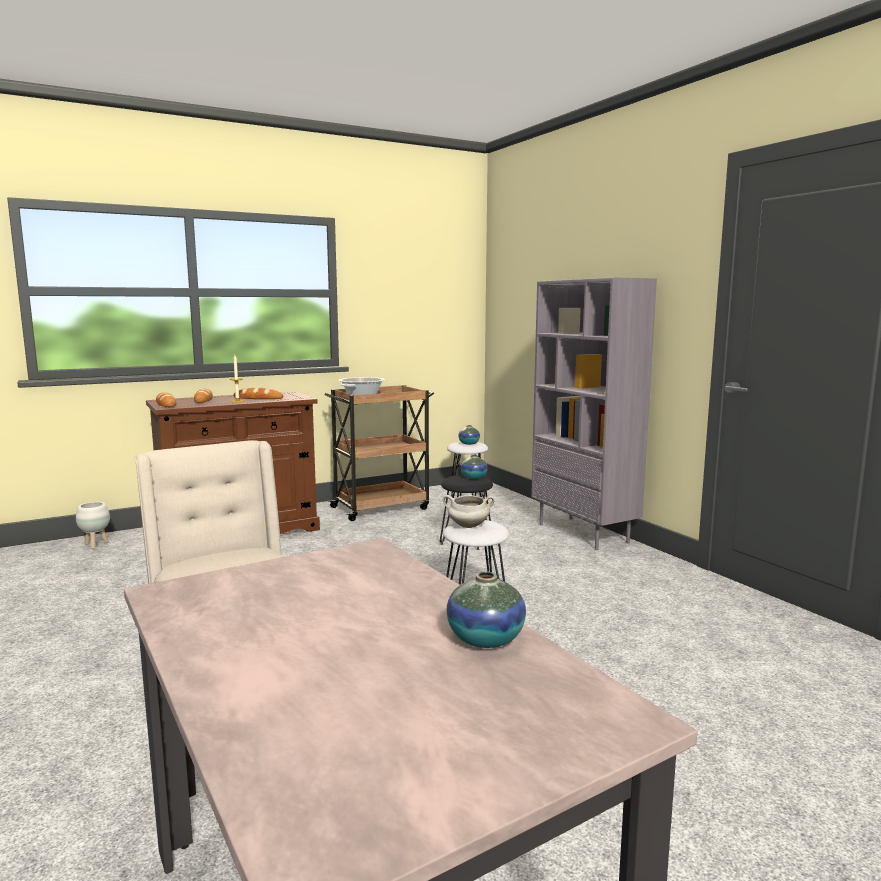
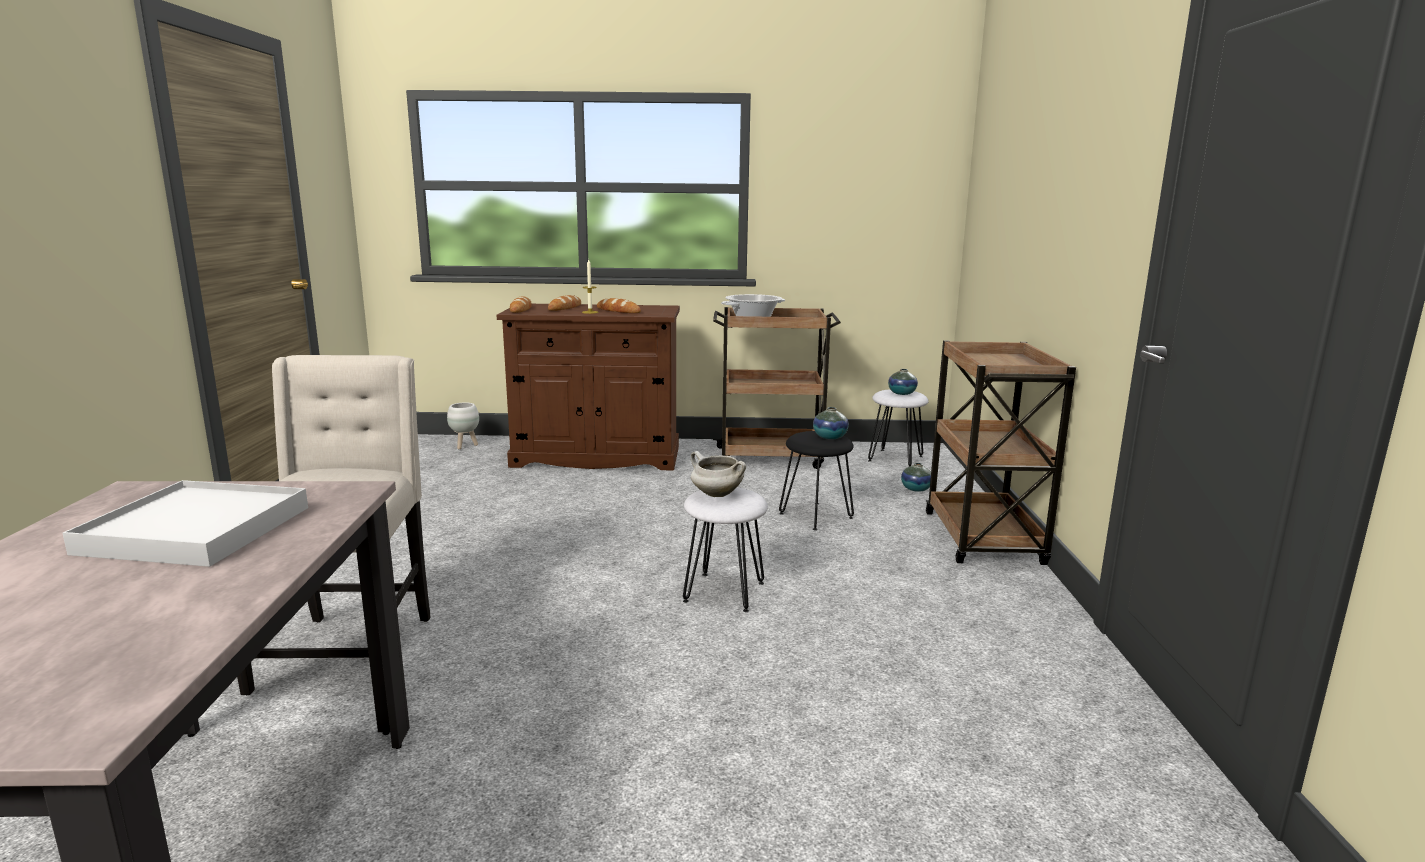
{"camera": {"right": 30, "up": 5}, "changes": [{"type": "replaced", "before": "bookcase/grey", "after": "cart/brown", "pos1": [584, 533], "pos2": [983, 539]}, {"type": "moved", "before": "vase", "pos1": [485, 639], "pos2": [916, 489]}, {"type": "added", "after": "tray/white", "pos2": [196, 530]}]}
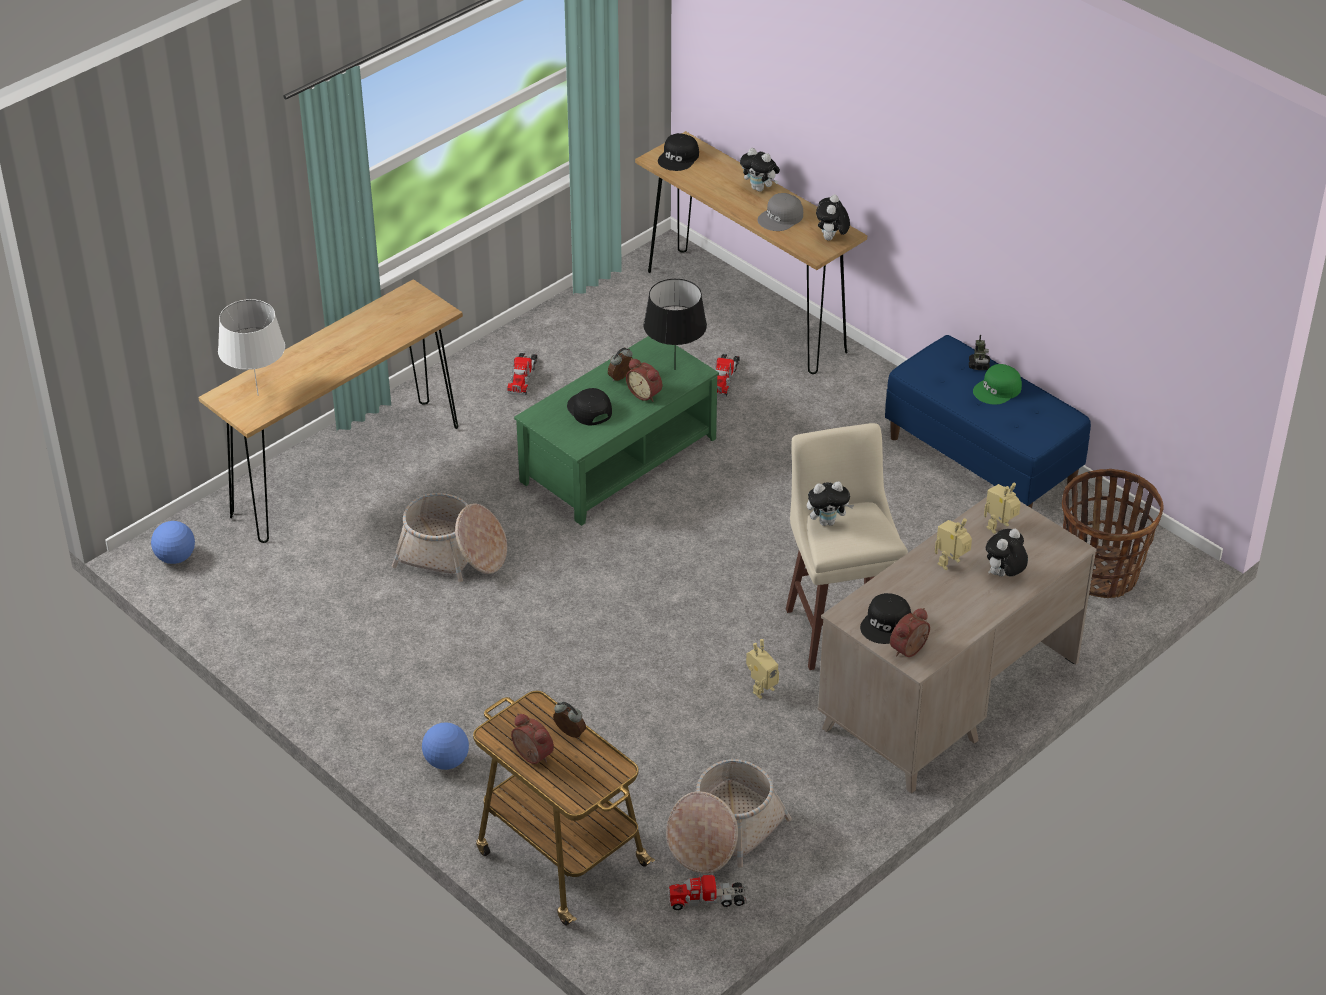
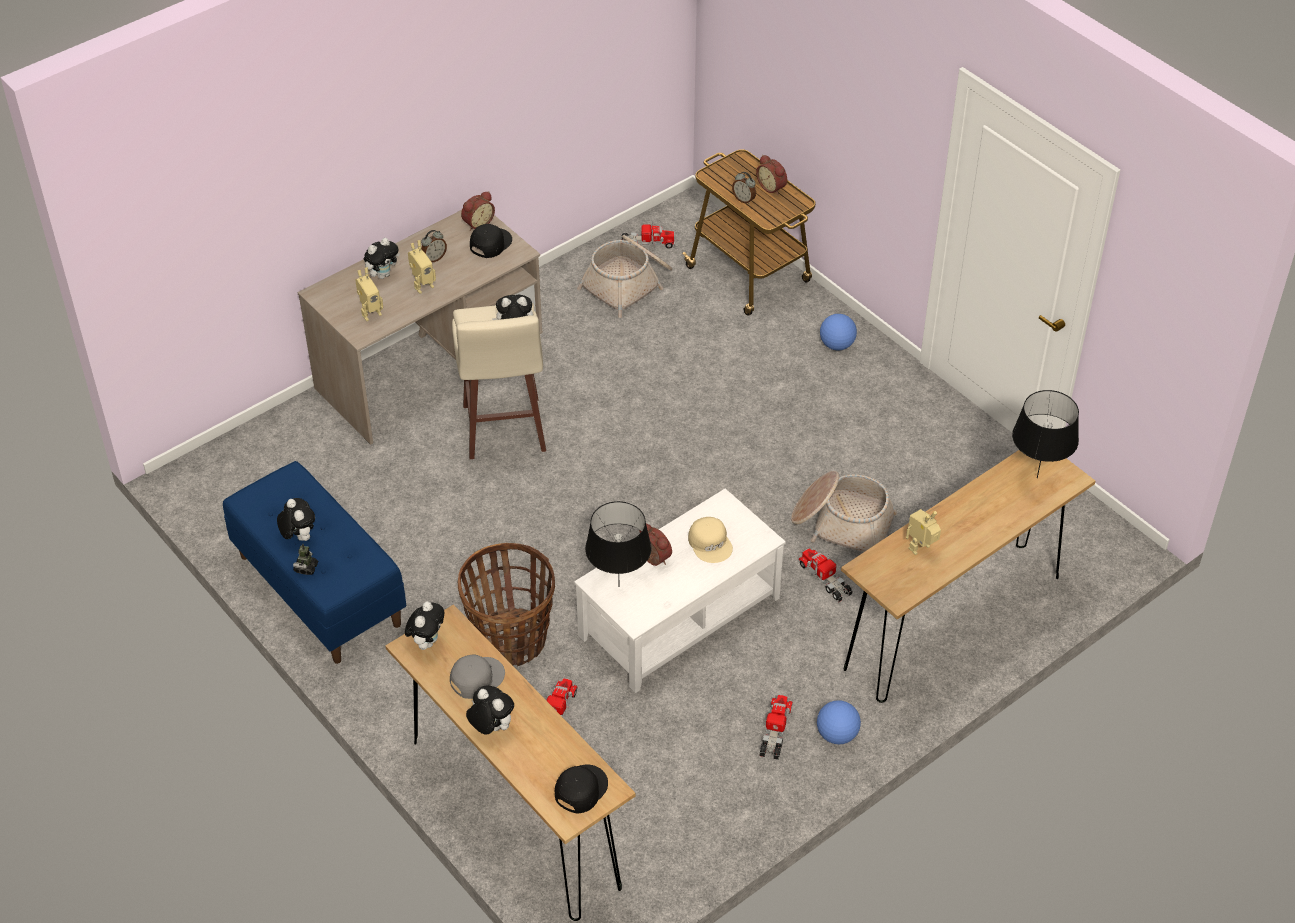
{"camera": {"right": -175, "up": 5}, "changes": [{"type": "recoloured", "before": "table lamp/white", "after": "table lamp/black", "pos1": [258, 395], "pos2": [1036, 477]}, {"type": "recoloured", "before": "coffee table/green", "after": "coffee table/white", "pos1": [619, 461], "pos2": [679, 615]}, {"type": "moved", "before": "alarm clock", "pos1": [621, 378], "pos2": [434, 258]}, {"type": "replaced", "before": "cap/green", "after": "plush toy", "pos1": [998, 390], "pos2": [299, 537]}, {"type": "recoloured", "before": "cap/black", "after": "cap/beige", "pos1": [588, 410], "pos2": [711, 543]}, {"type": "moved", "before": "basket", "pos1": [1100, 573], "pos2": [511, 640]}, {"type": "moved", "before": "football", "pos1": [175, 558], "pos2": [837, 735]}, {"type": "moved", "before": "toy robot", "pos1": [761, 689], "pos2": [921, 549]}, {"type": "added", "after": "toy truck", "pos2": [825, 579]}]}
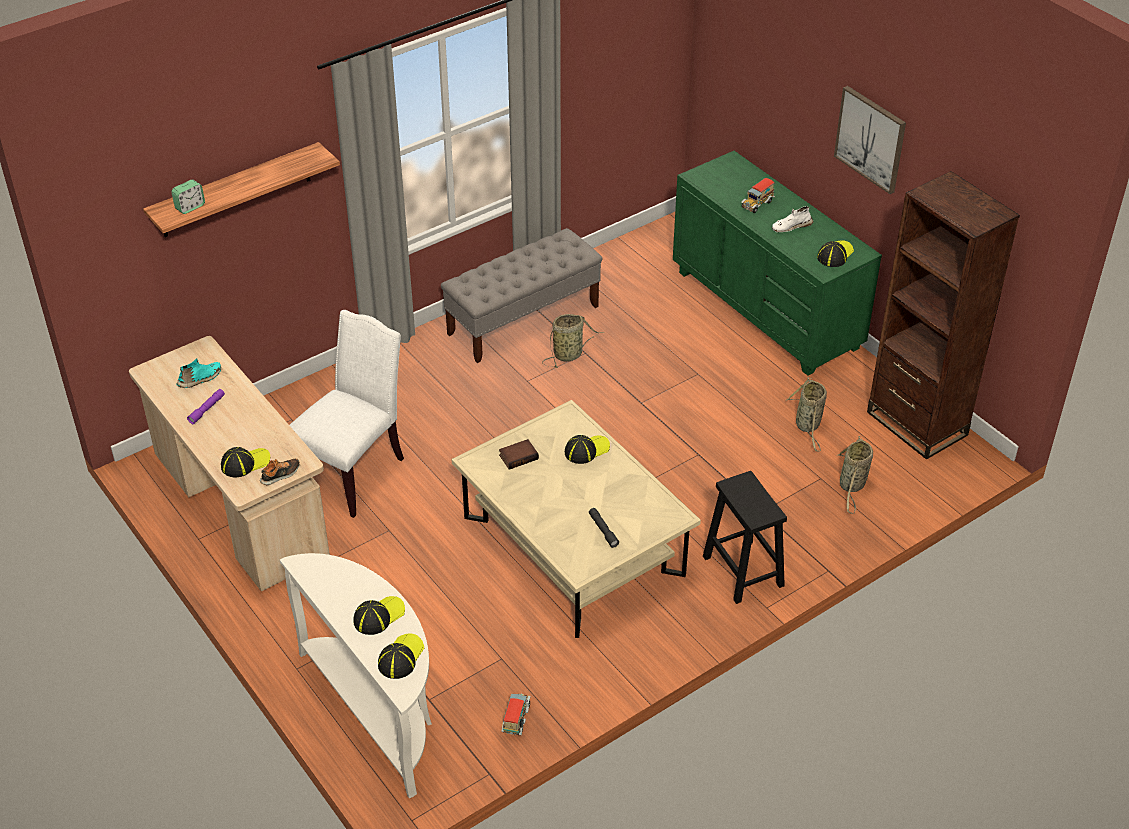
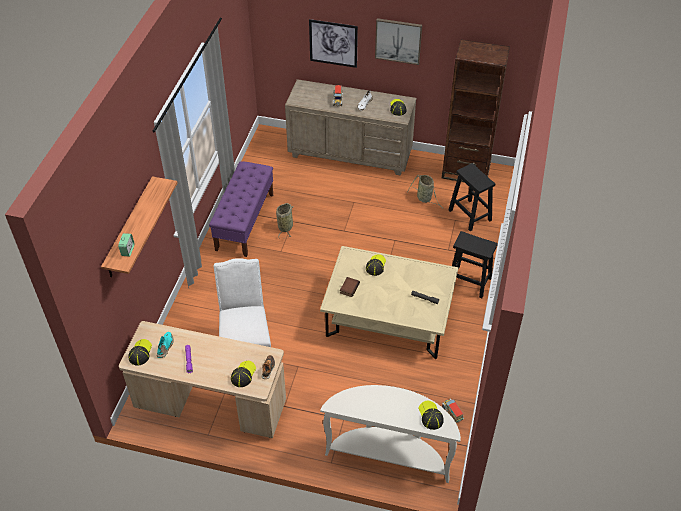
{"camera": {"right": -40, "up": 5}, "changes": [{"type": "recoloured", "before": "dresser/green", "after": "dresser/beige", "pos1": [766, 310], "pos2": [350, 154]}, {"type": "recoloured", "before": "bench/grey", "after": "bench/purple", "pos1": [523, 319], "pos2": [245, 221]}, {"type": "replaced", "before": "basket", "after": "stool/black", "pos1": [852, 486], "pos2": [470, 215]}, {"type": "moved", "before": "cap", "pos1": [378, 616], "pos2": [140, 353]}, {"type": "added", "after": "picture", "pos2": [333, 43]}]}
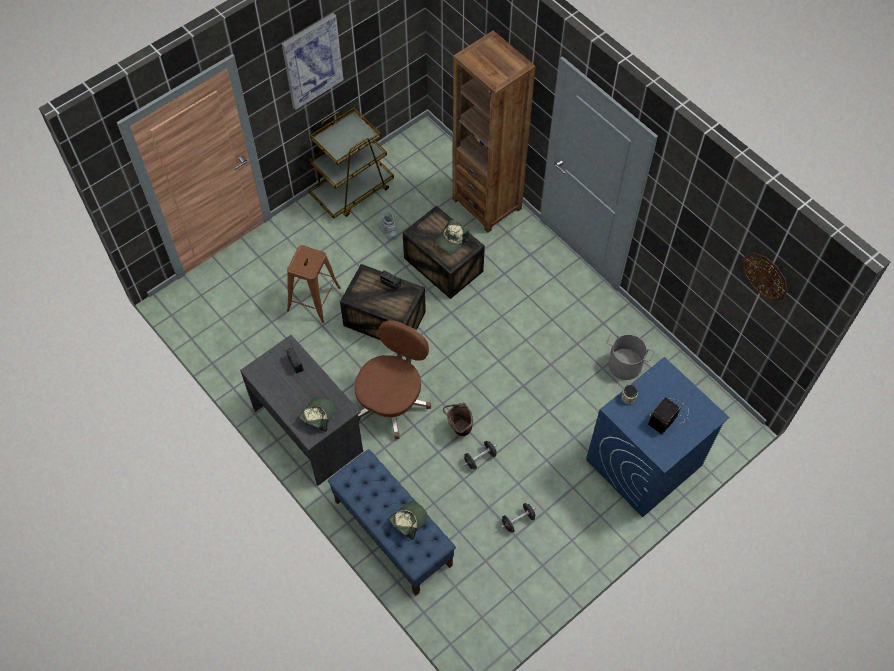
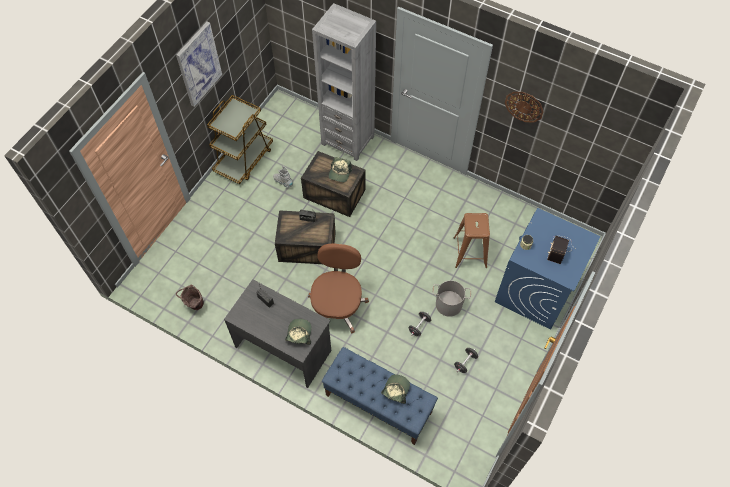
{"camera": {"right": -20, "up": 0}, "changes": [{"type": "recoloured", "before": "bookcase/brown", "after": "bookcase/grey", "pos1": [487, 204], "pos2": [348, 140]}, {"type": "moved", "before": "stool/brown", "pos1": [313, 299], "pos2": [470, 252]}, {"type": "moved", "before": "wall clock", "pos1": [765, 276], "pos2": [524, 106]}, {"type": "moved", "before": "bucket/grey", "pos1": [624, 365], "pos2": [448, 304]}, {"type": "moved", "before": "bucket/brown", "pos1": [458, 429], "pos2": [194, 305]}]}
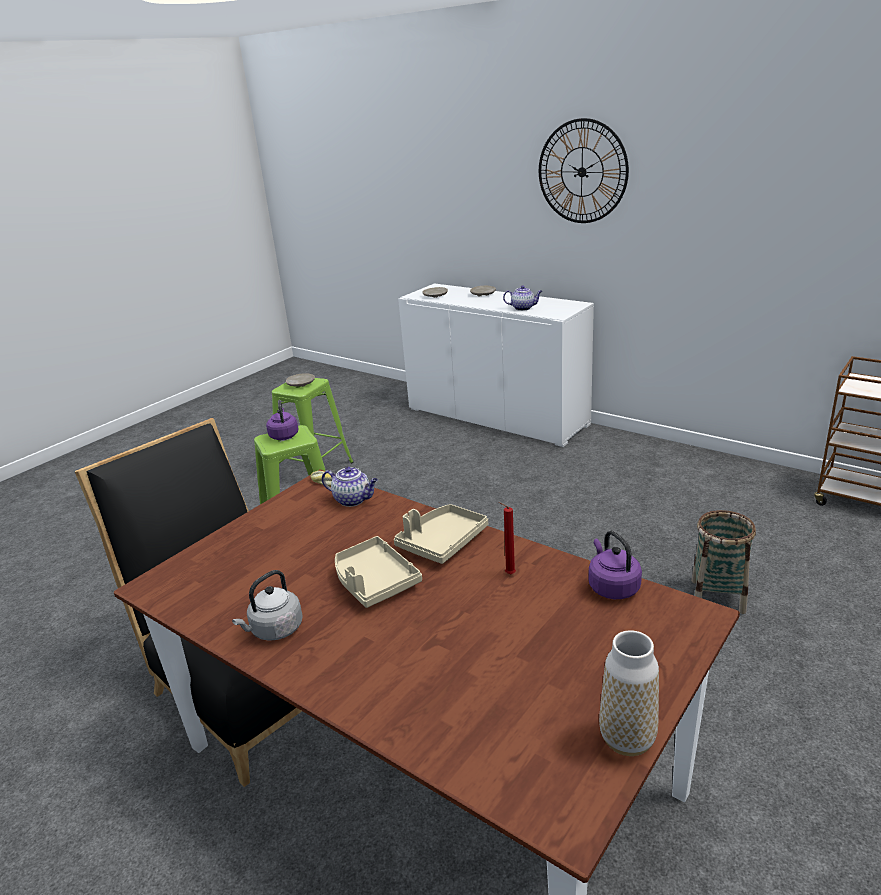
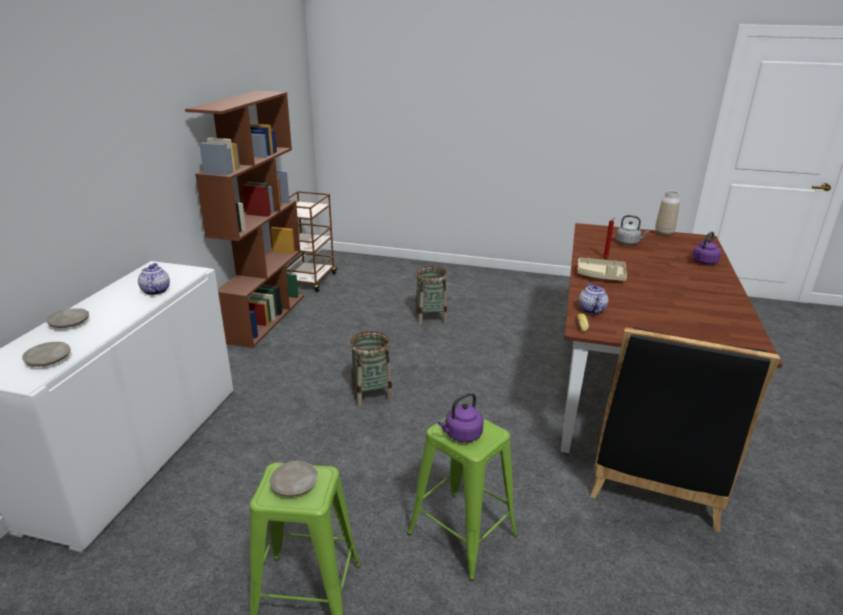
{"camera": {"right": -115, "up": 0}, "changes": [{"type": "removed", "before": "wall clock", "pos1": [582, 172]}, {"type": "moved", "before": "kettle/purple", "pos1": [612, 587], "pos2": [703, 262]}, {"type": "removed", "before": "tray/beige", "pos1": [374, 581]}, {"type": "moved", "before": "kettle/grey", "pos1": [274, 630], "pos2": [628, 243]}, {"type": "added", "after": "bookcase/brown", "pos2": [265, 317]}, {"type": "added", "after": "basket", "pos2": [371, 394]}]}
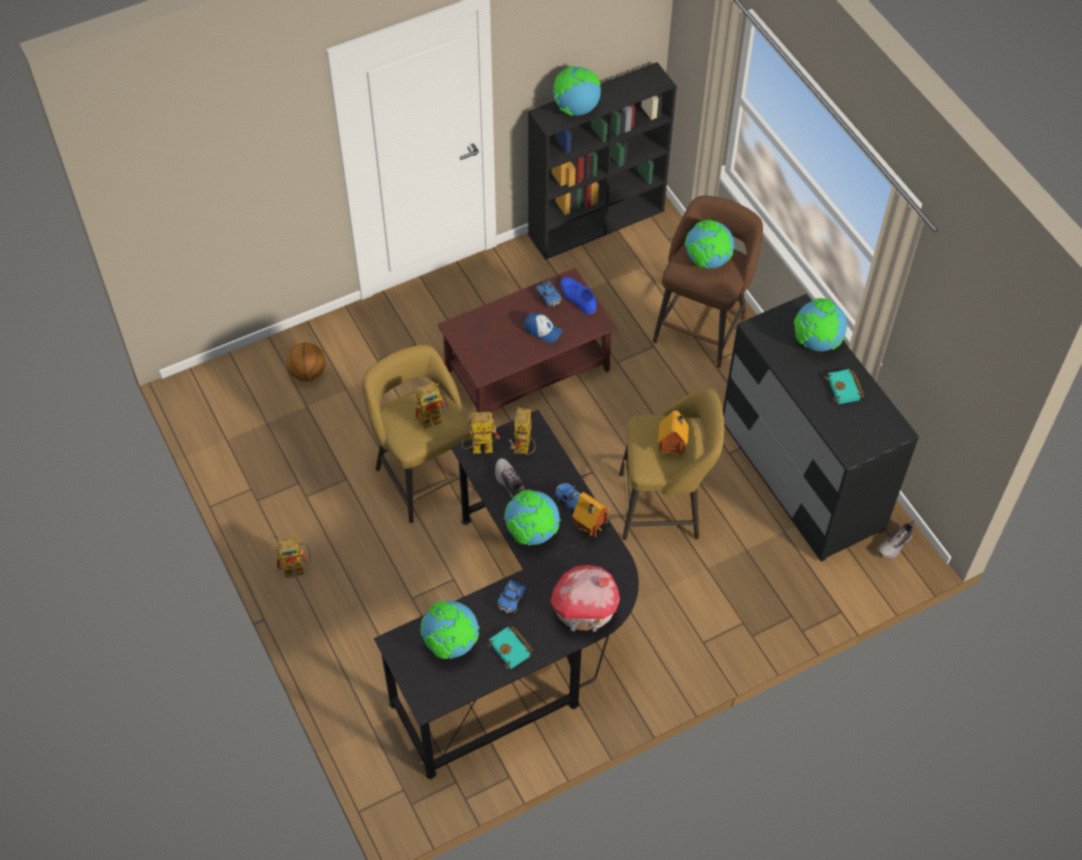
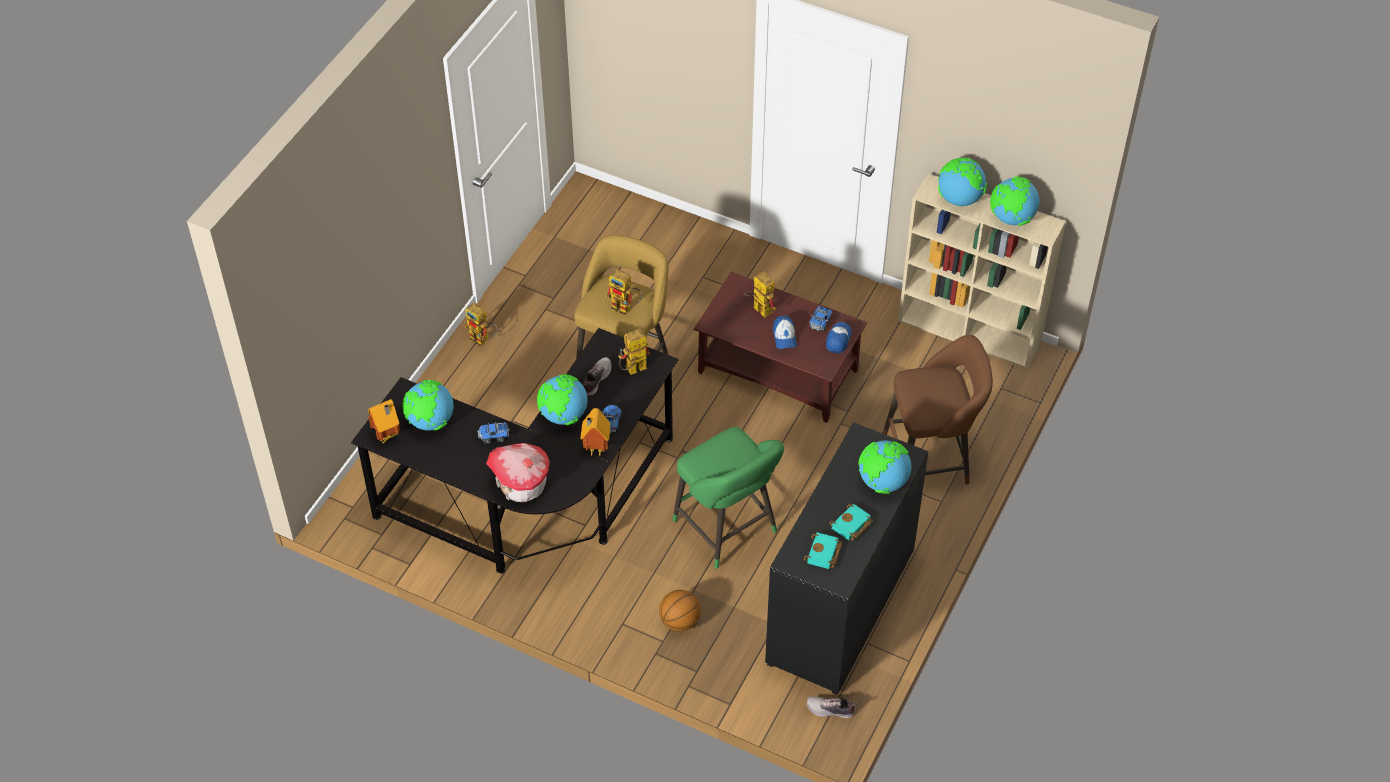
{"camera": {"right": 55, "up": -5}, "changes": [{"type": "recoloured", "before": "bookcase/black", "after": "bookcase/beige", "pos1": [597, 222], "pos2": [970, 332]}, {"type": "moved", "before": "globe", "pos1": [707, 261], "pos2": [1011, 219]}, {"type": "replaced", "before": "shoe/blue", "after": "cap", "pos1": [577, 297], "pos2": [838, 340]}, {"type": "moved", "before": "basketball", "pos1": [308, 373], "pos2": [680, 621]}, {"type": "recoloured", "before": "stool/yellow", "after": "stool/green", "pos1": [664, 506], "pos2": [728, 530]}, {"type": "moved", "before": "toy house", "pos1": [672, 449], "pos2": [387, 437]}, {"type": "moved", "before": "toy robot", "pos1": [477, 450], "pos2": [759, 308]}, {"type": "moved", "before": "book/turquoise", "pos1": [511, 649], "pos2": [824, 554]}]}
